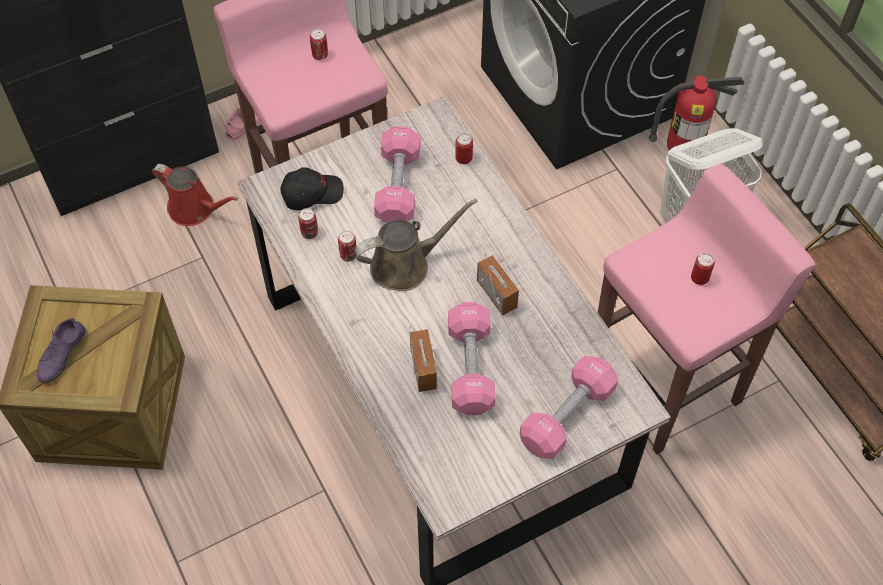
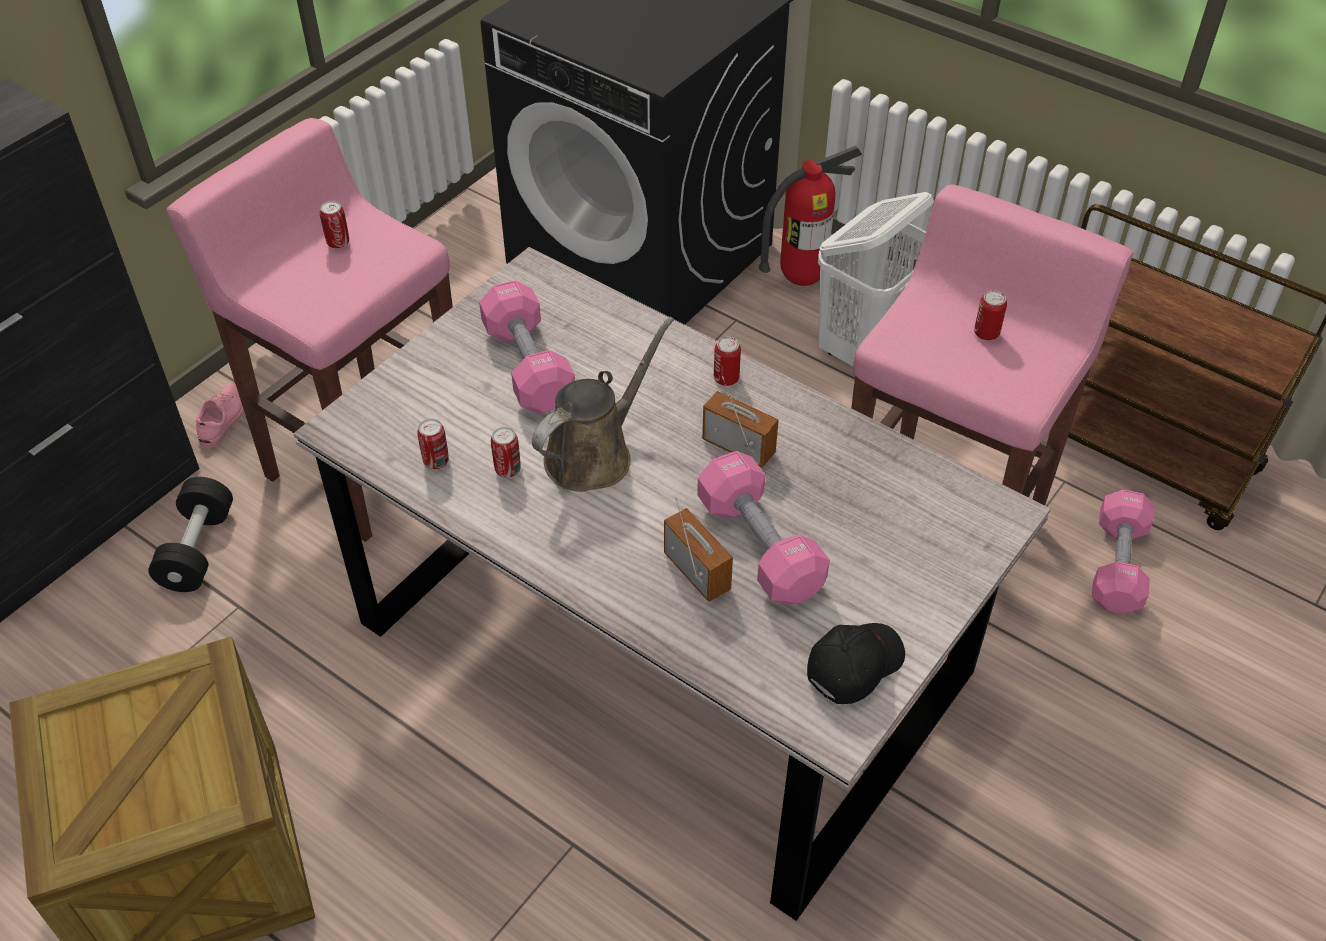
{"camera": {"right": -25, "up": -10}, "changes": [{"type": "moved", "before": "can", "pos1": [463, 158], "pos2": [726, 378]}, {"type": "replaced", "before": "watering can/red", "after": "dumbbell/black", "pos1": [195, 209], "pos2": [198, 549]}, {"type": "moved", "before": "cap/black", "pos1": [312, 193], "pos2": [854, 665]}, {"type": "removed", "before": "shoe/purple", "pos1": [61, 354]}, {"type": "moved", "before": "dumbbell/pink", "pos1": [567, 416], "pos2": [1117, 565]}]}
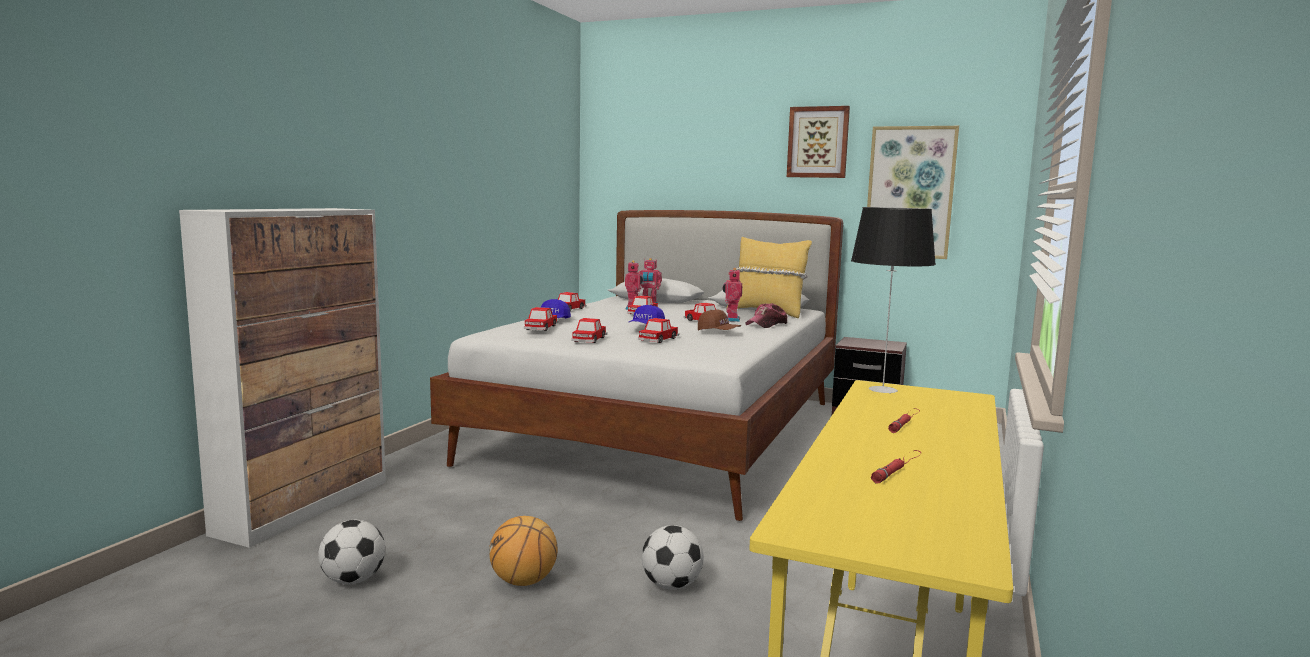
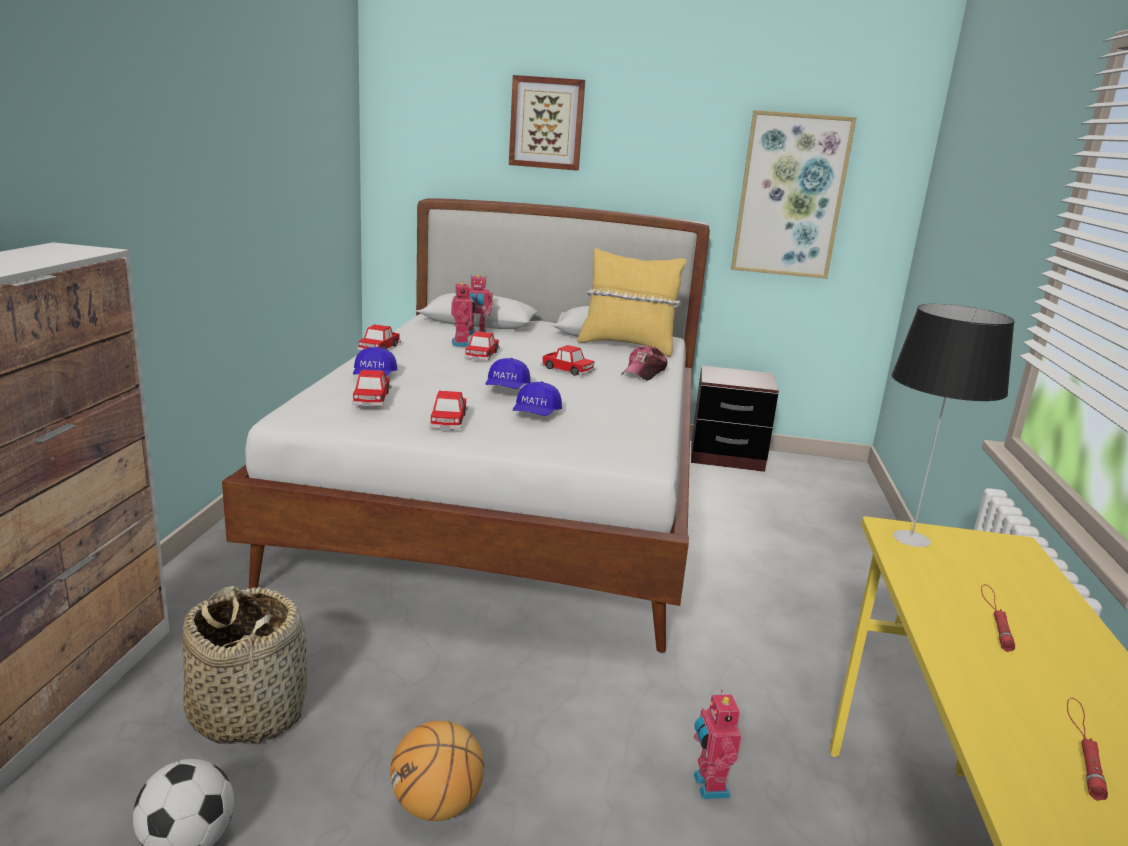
{"camera": {"right": -15, "up": 10}, "changes": [{"type": "moved", "before": "picture", "pos1": [818, 142], "pos2": [546, 123]}, {"type": "moved", "before": "toy robot", "pos1": [731, 320], "pos2": [708, 786]}, {"type": "removed", "before": "cap/brown", "pos1": [718, 332]}, {"type": "replaced", "before": "toy car", "after": "cap/blue", "pos1": [658, 339], "pos2": [536, 414]}, {"type": "removed", "before": "football", "pos1": [671, 585]}, {"type": "added", "after": "basket", "pos2": [249, 712]}]}
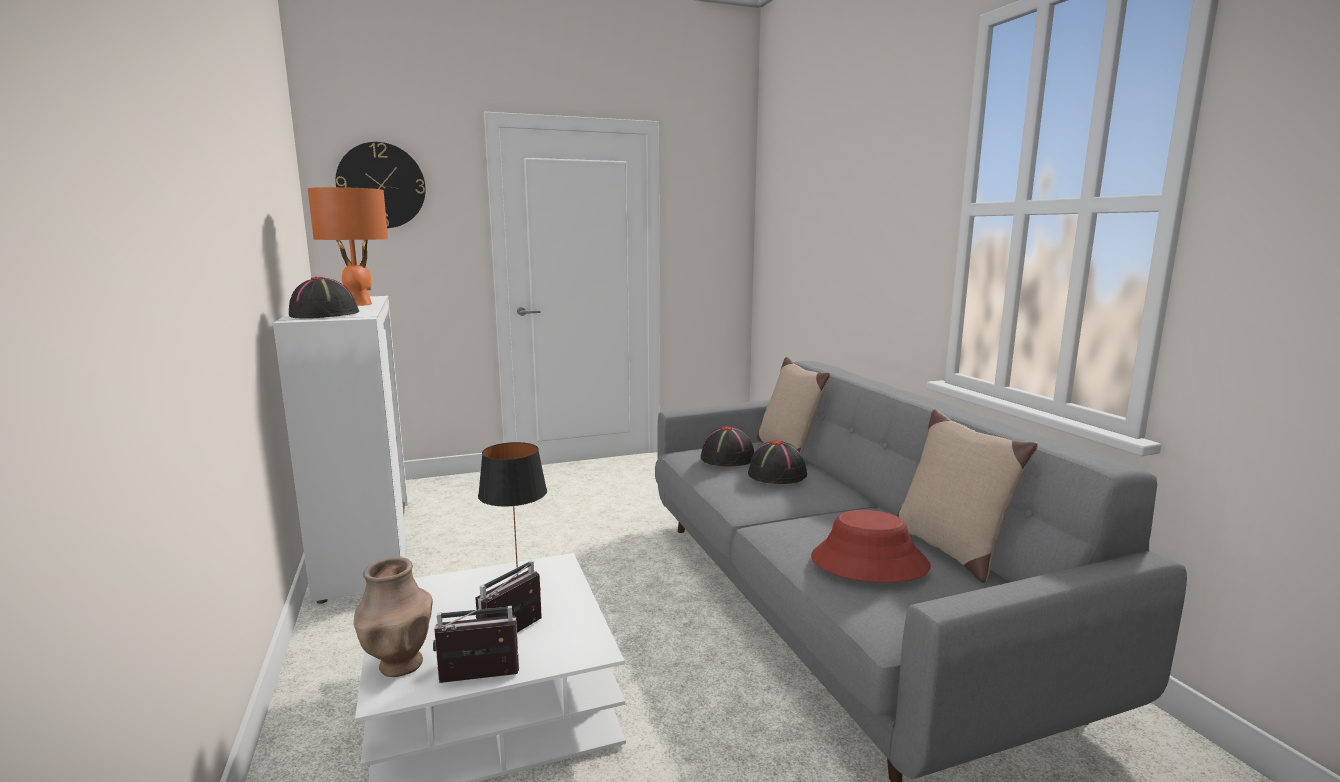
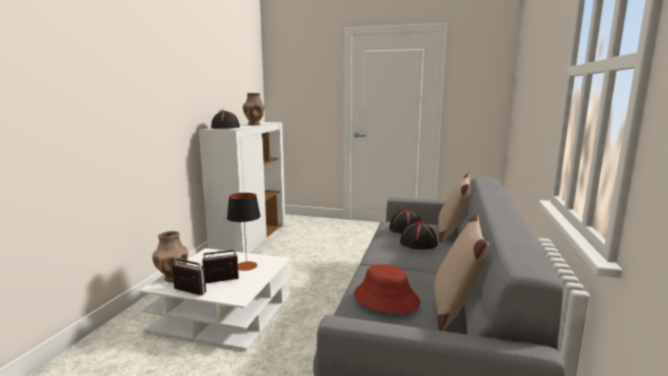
{"camera": {"right": 35, "up": 0}, "changes": [{"type": "removed", "before": "wall clock", "pos1": [381, 185]}, {"type": "replaced", "before": "table lamp/orange", "after": "vase/brown", "pos1": [358, 304], "pos2": [254, 124]}]}
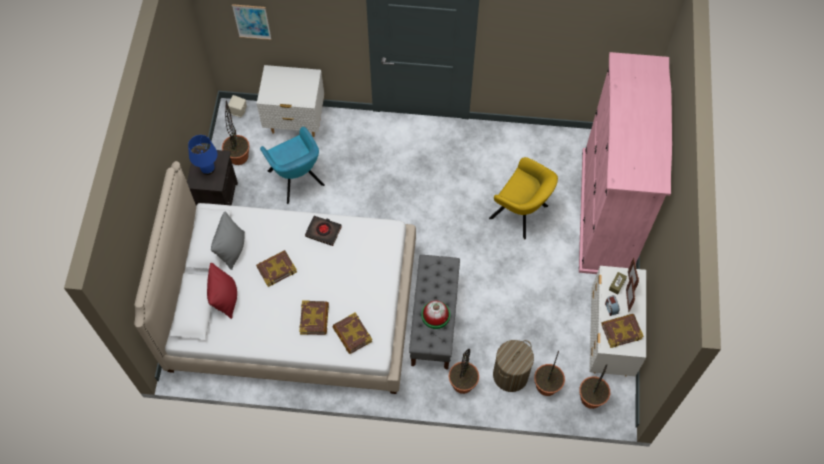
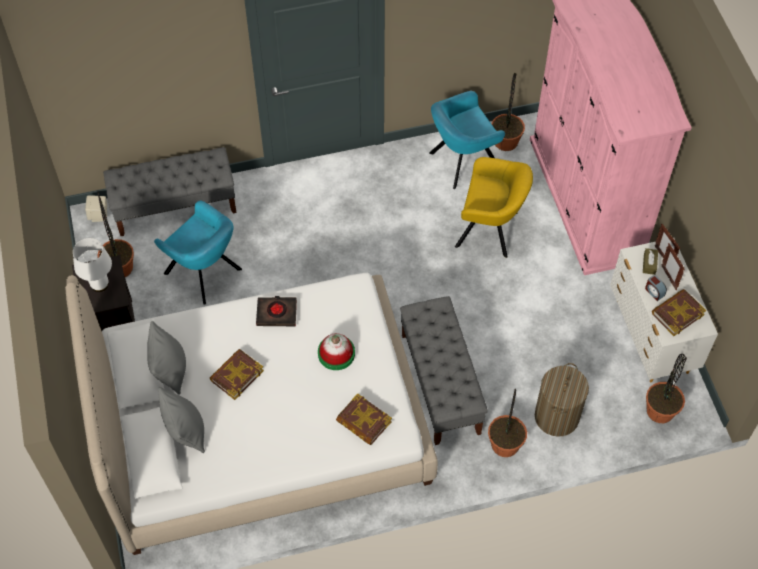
{"camera": {"right": -20, "up": -5}, "changes": [{"type": "removed", "before": "picture", "pos1": [252, 21]}, {"type": "replaced", "before": "nightstand/white", "after": "bench/grey", "pos1": [295, 122], "pos2": [175, 207]}, {"type": "recoloured", "before": "table lamp/blue", "after": "table lamp/white", "pos1": [208, 169], "pos2": [100, 284]}, {"type": "recoloured", "before": "pillow/red", "after": "pillow/grey", "pos1": [225, 298], "pos2": [186, 431]}, {"type": "removed", "before": "book", "pos1": [314, 319]}, {"type": "moved", "before": "hat", "pos1": [435, 315], "pos2": [336, 353]}, {"type": "moved", "before": "potted plant", "pos1": [546, 385], "pos2": [505, 141]}, {"type": "added", "after": "armchair/turquoise", "pos2": [462, 162]}]}
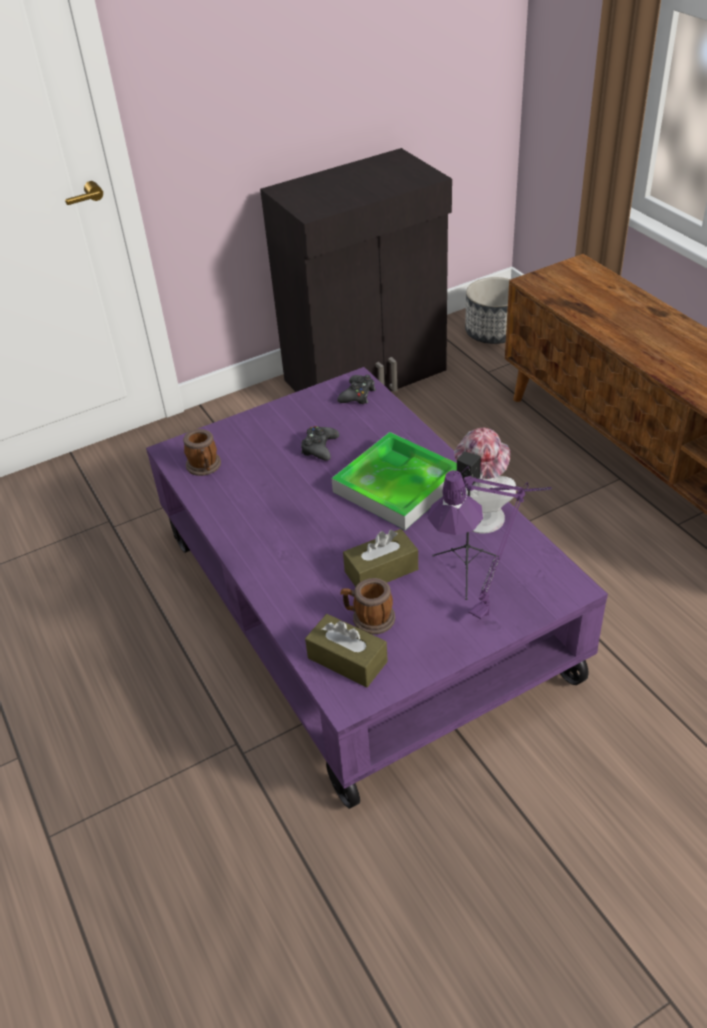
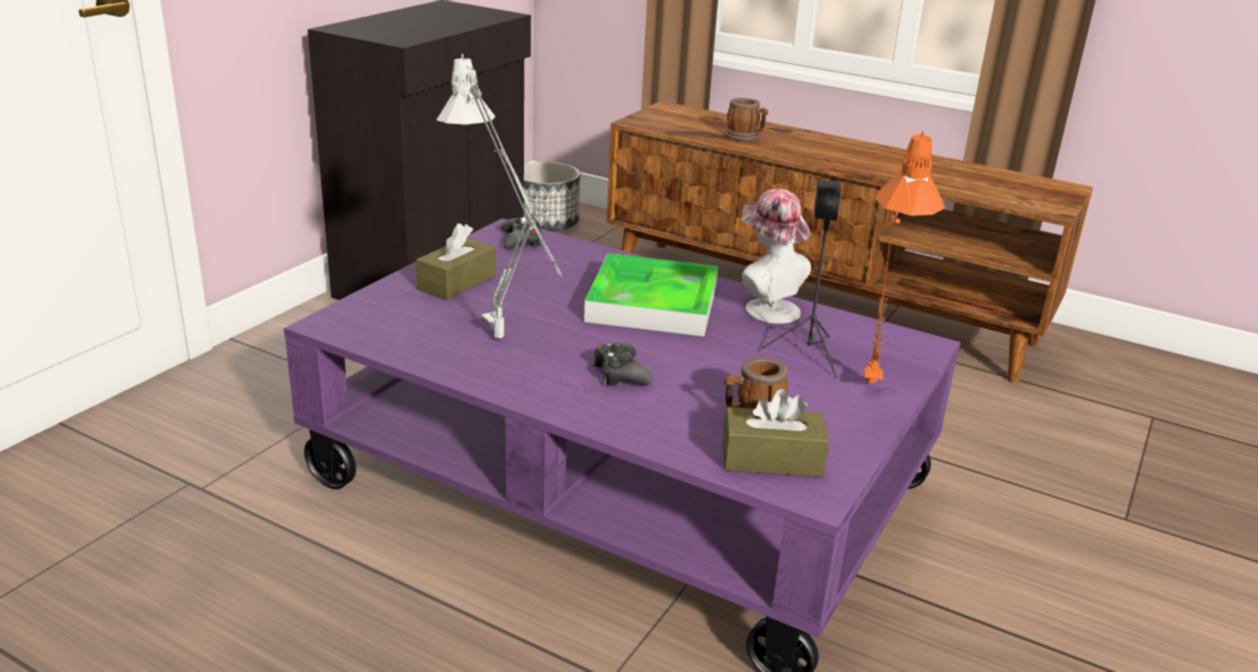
{"camera": {"right": -35, "up": -15}, "changes": [{"type": "moved", "before": "game controller/black", "pos1": [319, 448], "pos2": [620, 373]}, {"type": "moved", "before": "mug", "pos1": [205, 467], "pos2": [745, 137]}, {"type": "recoloured", "before": "table lamp/purple", "after": "table lamp/orange", "pos1": [492, 608], "pos2": [869, 377]}, {"type": "moved", "before": "tissue box/brown", "pos1": [381, 570], "pos2": [457, 282]}, {"type": "added", "after": "table lamp/grey", "pos2": [506, 346]}]}
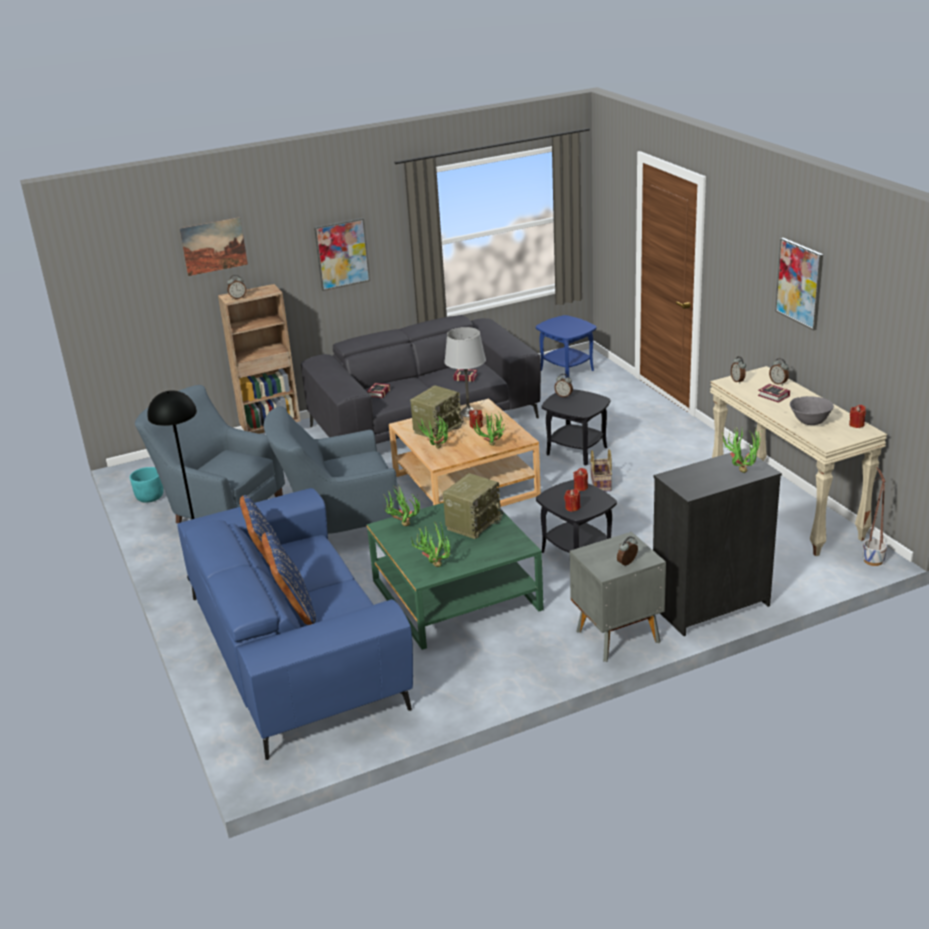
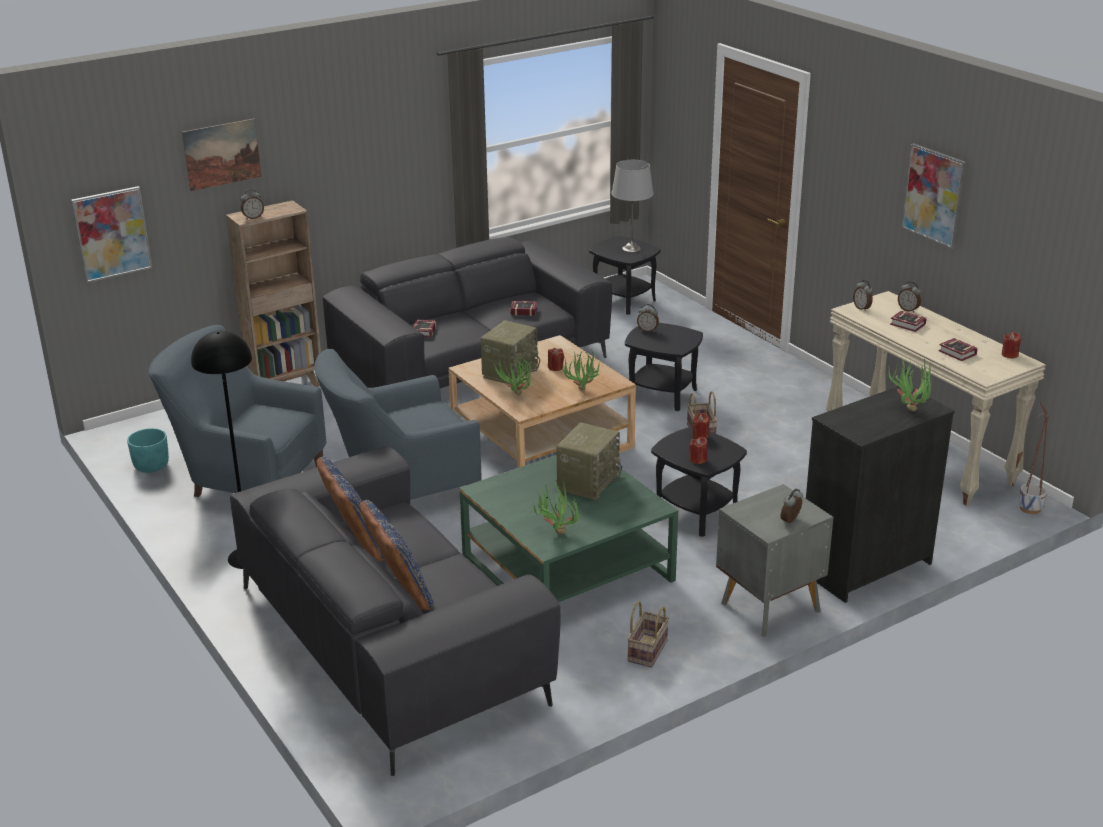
{"camera": {"right": -10, "up": 0}, "changes": [{"type": "moved", "before": "picture", "pos1": [342, 254], "pos2": [112, 234]}, {"type": "recoloured", "before": "side table/blue", "after": "side table/black", "pos1": [567, 370], "pos2": [624, 301]}, {"type": "moved", "before": "table lamp/grey", "pos1": [468, 413], "pos2": [631, 249]}, {"type": "replaced", "before": "bowl/grey", "after": "book", "pos1": [810, 422], "pos2": [958, 353]}, {"type": "removed", "before": "potted plant", "pos1": [401, 525]}, {"type": "recoloured", "before": "sofa/blue", "after": "sofa/grey", "pos1": [296, 649], "pos2": [391, 642]}, {"type": "added", "after": "basket", "pos2": [647, 650]}]}
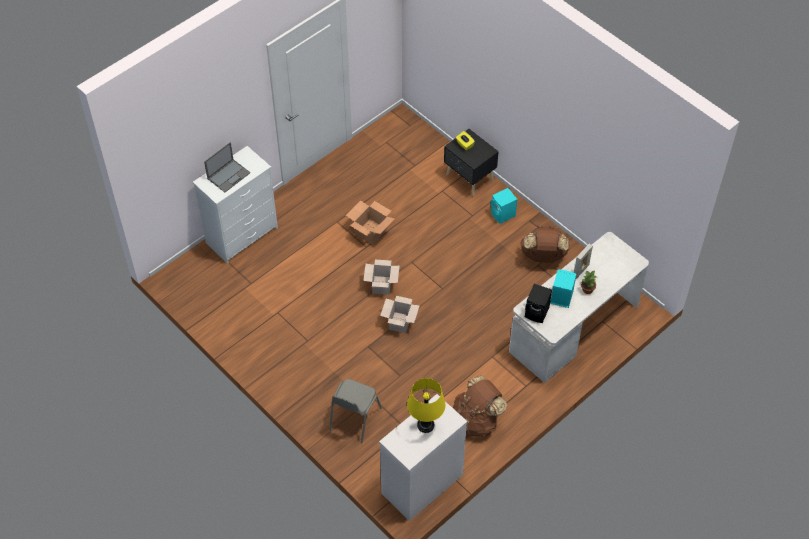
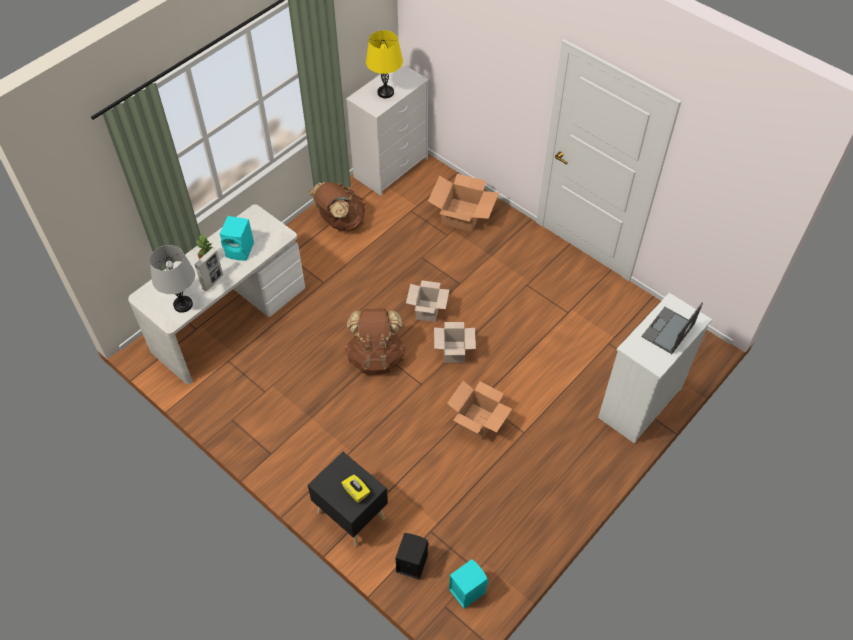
{"camera": {"right": 175, "up": 0}, "changes": [{"type": "moved", "before": "speaker/turquoise", "pos1": [503, 215], "pos2": [466, 590]}, {"type": "moved", "before": "backpack/brown", "pos1": [543, 256], "pos2": [376, 357]}, {"type": "moved", "before": "speaker/black", "pos1": [537, 313], "pos2": [411, 563]}, {"type": "replaced", "before": "chair/grey", "after": "cardboard box", "pos1": [354, 419], "pos2": [462, 215]}, {"type": "added", "after": "table lamp/grey", "pos2": [183, 305]}]}
